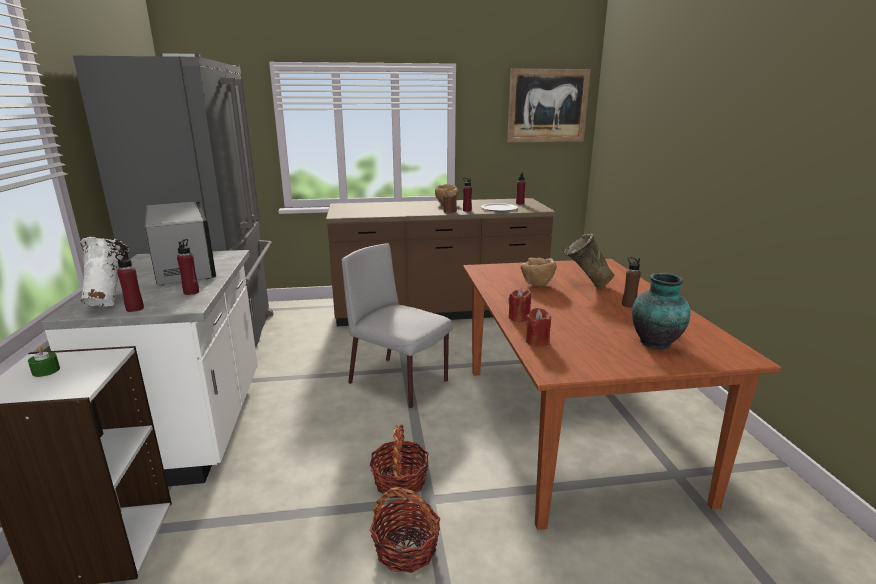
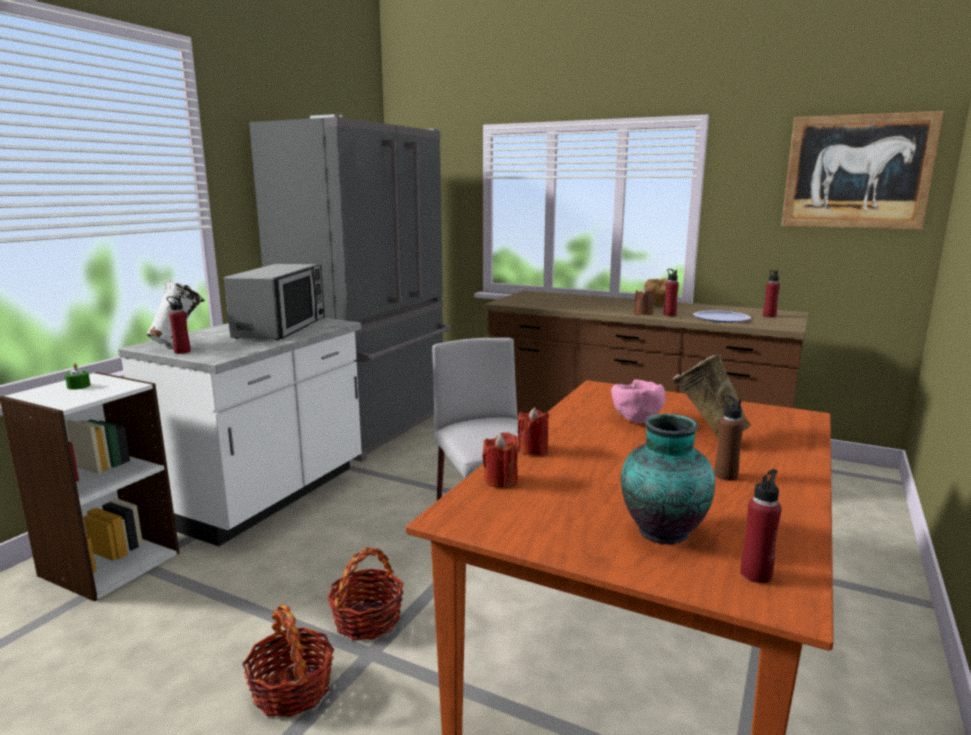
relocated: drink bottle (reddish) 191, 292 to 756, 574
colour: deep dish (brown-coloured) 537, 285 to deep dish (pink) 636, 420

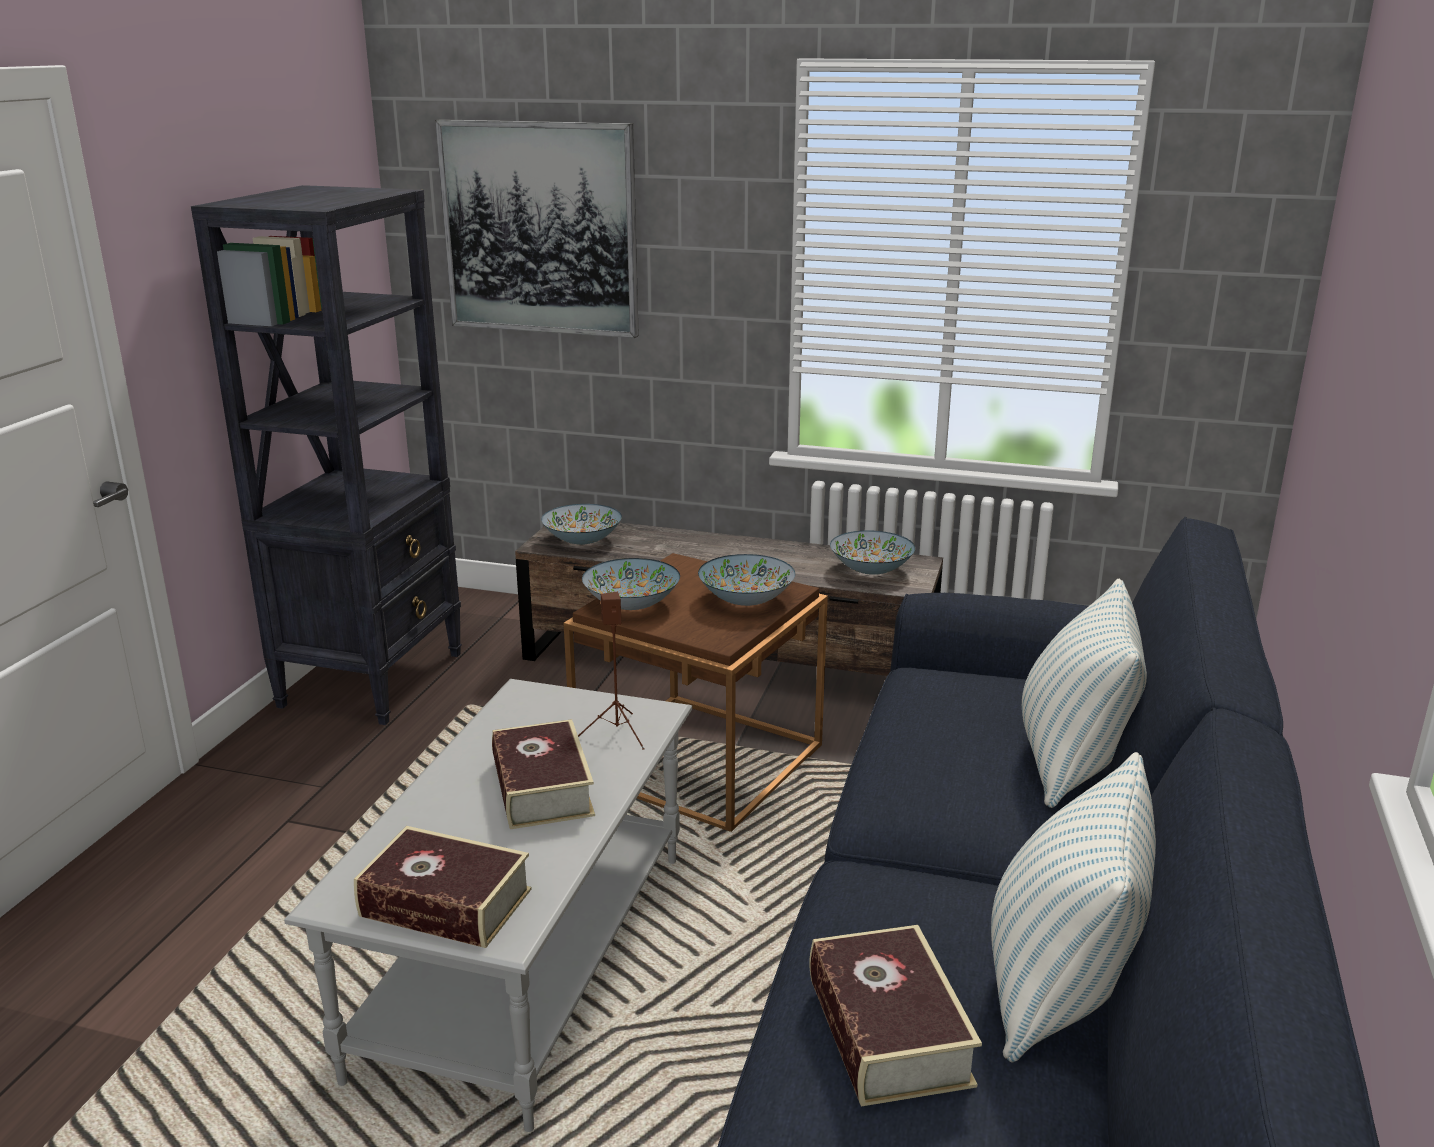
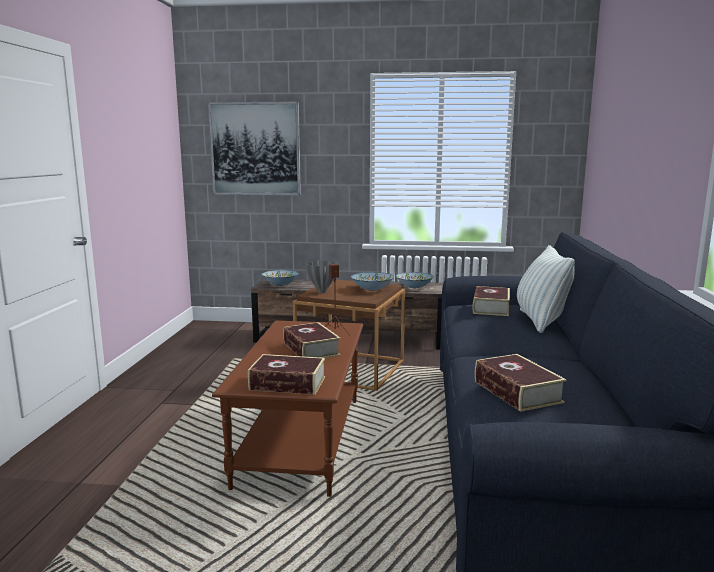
missing: bookcase (blackish) 373, 679; cushion 1058, 988
appeared: bound book 491, 308
exchanged: deep dish 631, 604 to flower vase (gray) 322, 292
colour: low table (gray) 529, 962 to low table (brown-coloured) 302, 440

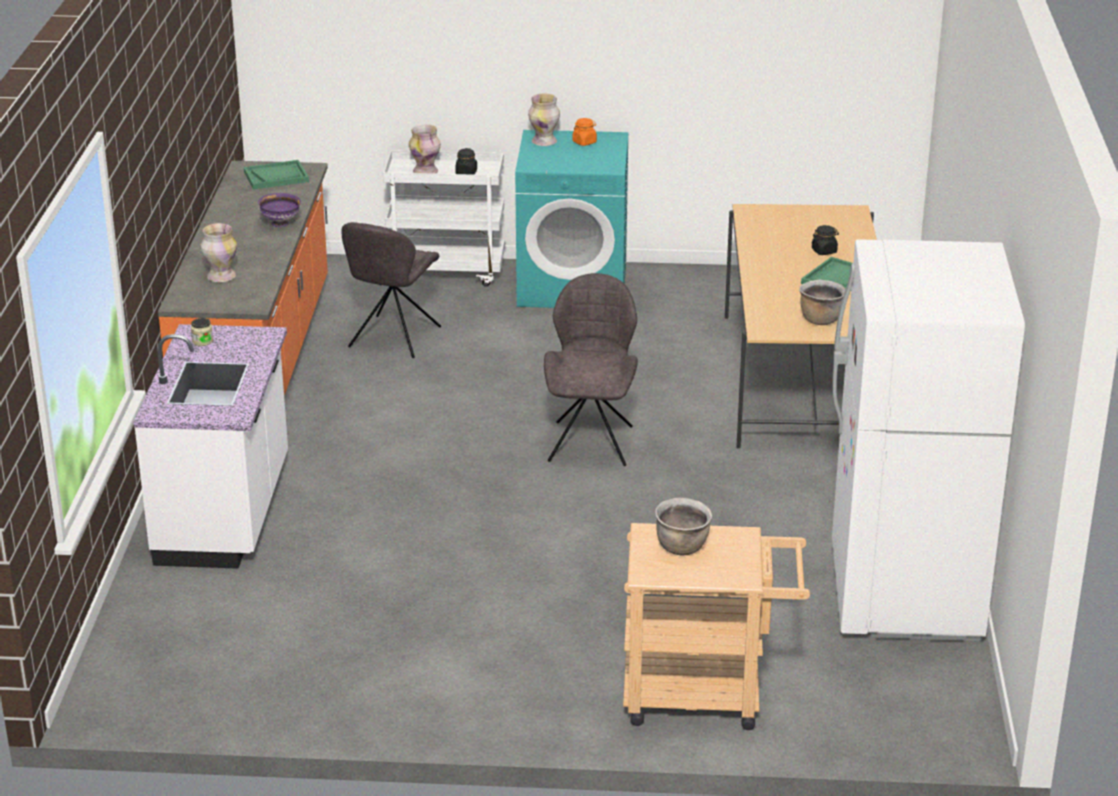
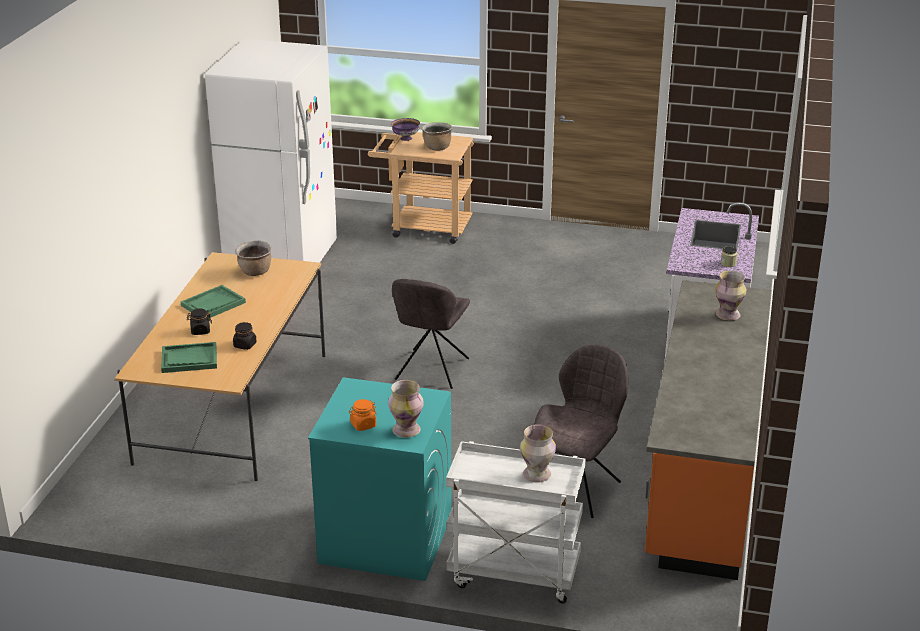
relocated: tray (green) 276, 177 to 189, 359; deep dish (purple) 281, 223 to 405, 138; storage jar (blackish) 466, 173 to 245, 345

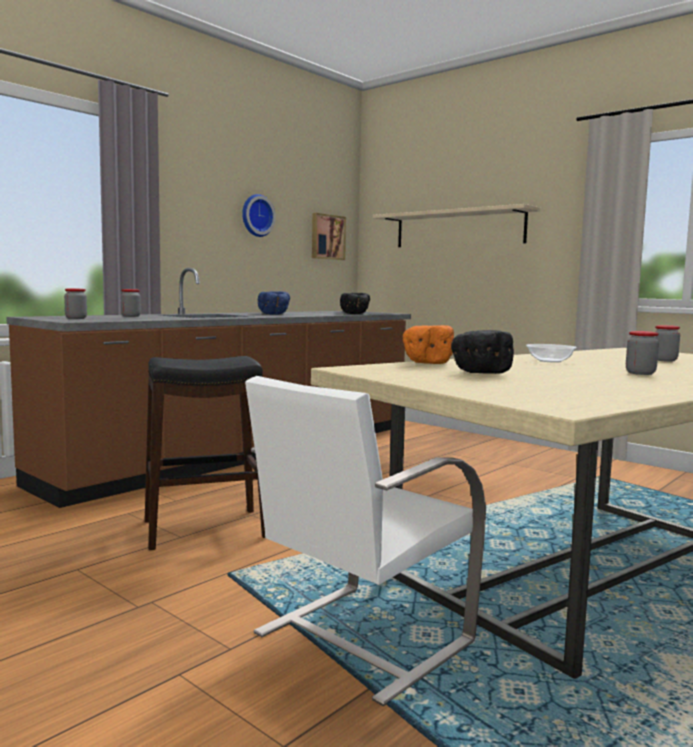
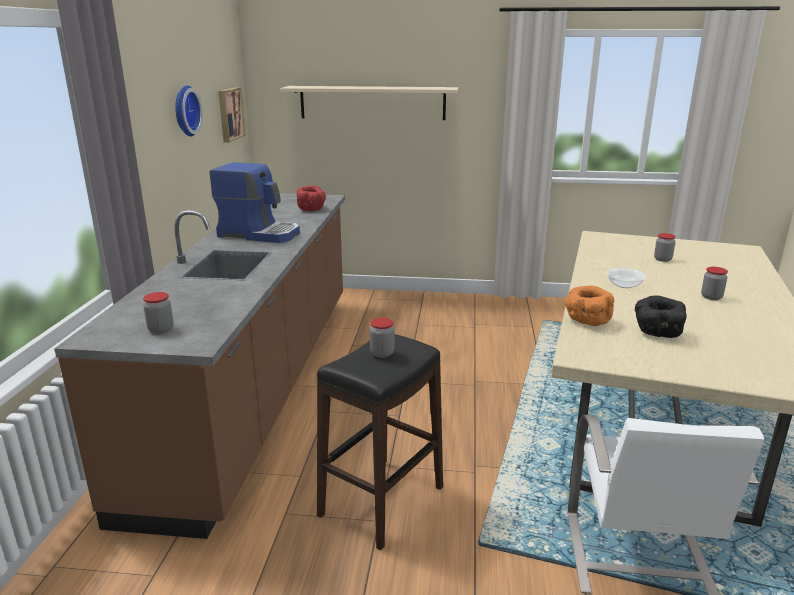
relocated: storage jar 131, 316 to 382, 353
exchanged: deep dish (blue-coloured) 275, 314 to coffee machine 259, 234
colour: deep dish (blackish) 355, 313 to deep dish (reddish) 311, 209

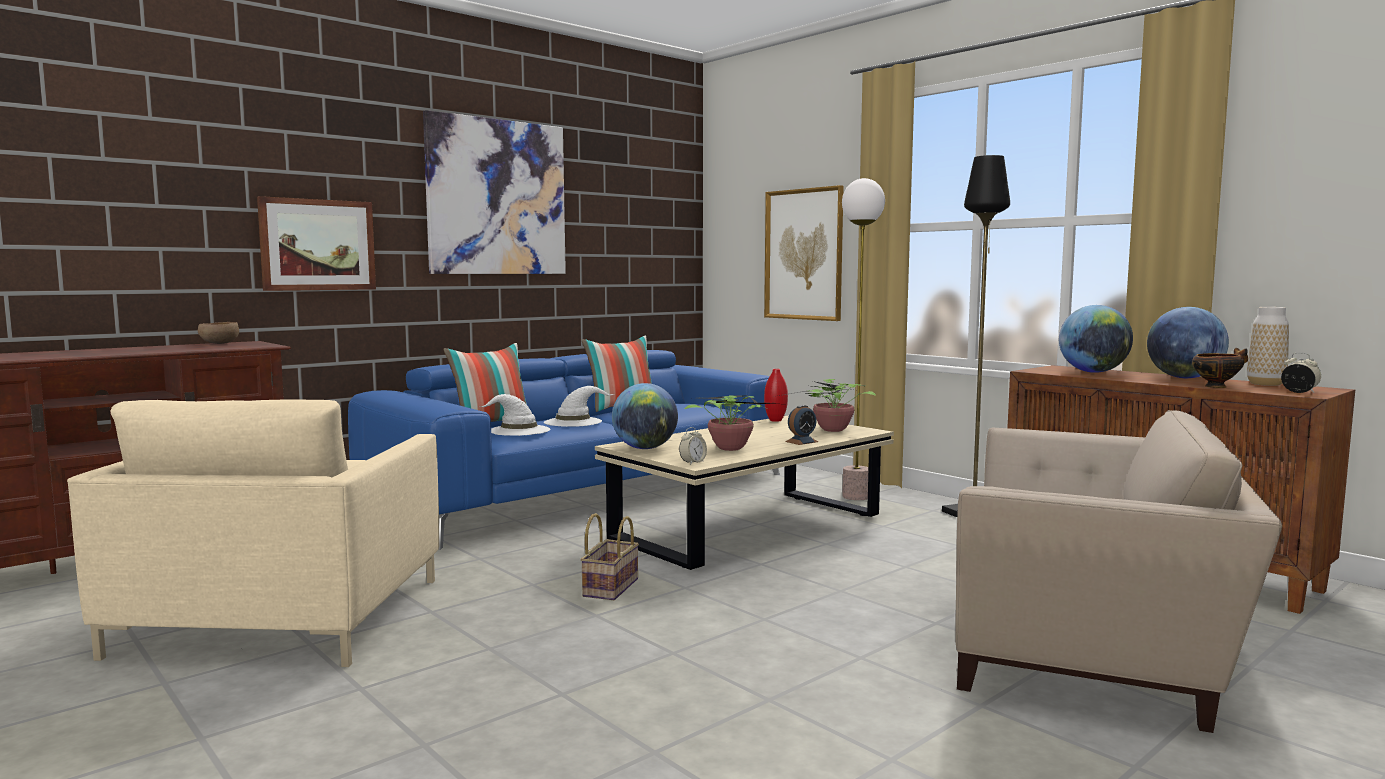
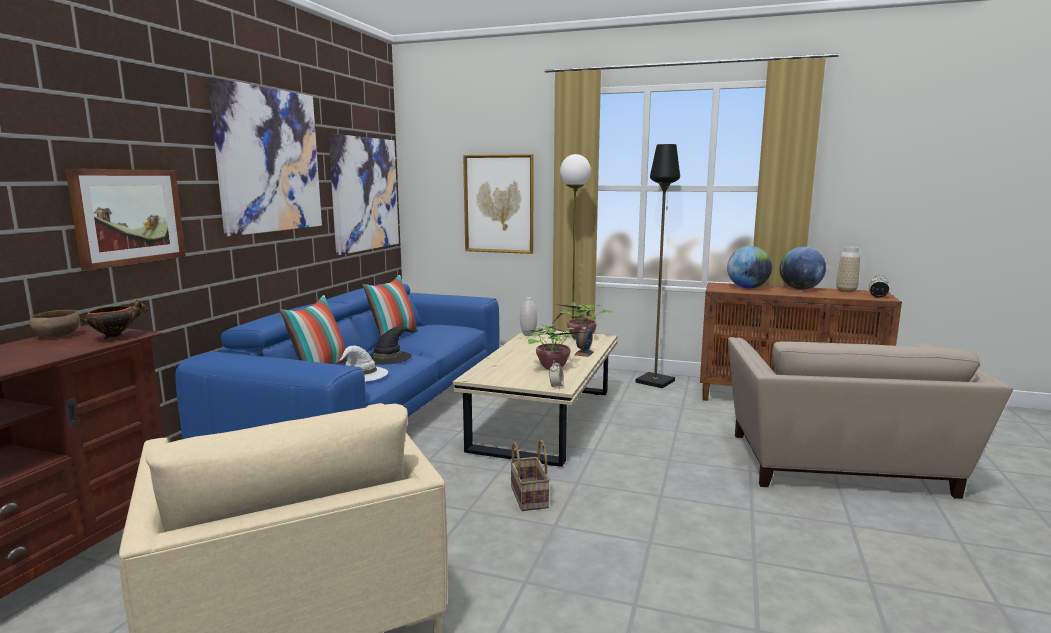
missing: globe 645, 448
appeared: wall art 365, 194
relocated: deep dish 1217, 386 to 116, 337
colour: hat (white) 574, 421 to hat (blackish) 387, 357; flower vase (reddish) 775, 420 to flower vase (white) 528, 335
spun: easy chair (beige) 1090, 647 = 838, 467 105 degrees clockwise

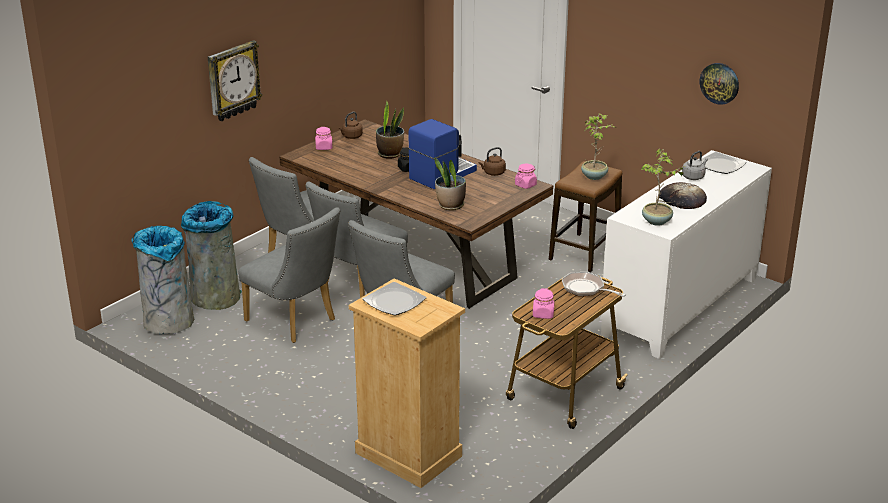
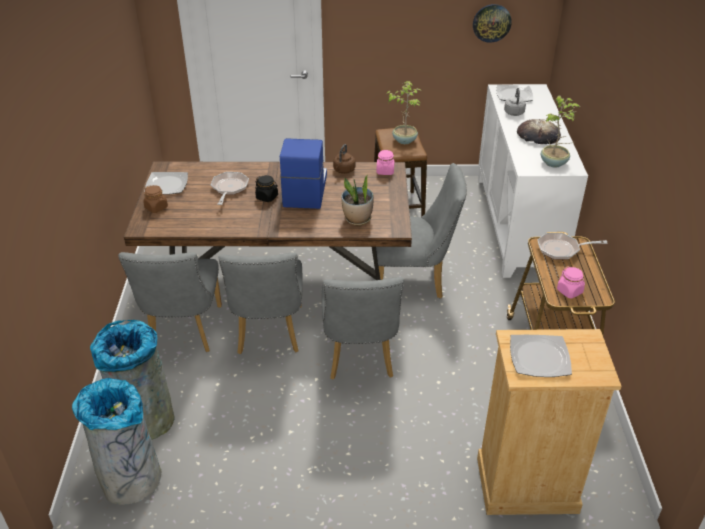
missing: hanging clock 233, 81
relocated: plain chair (gray) 295, 322 to 414, 281
exchanged: tea kettle (brown-coloured) 351, 137 to flat dish 167, 185; houseplant 390, 154 to frying pan 229, 188
colour: storage jar (pink) 324, 147 to storage jar (brown-coloured) 156, 207

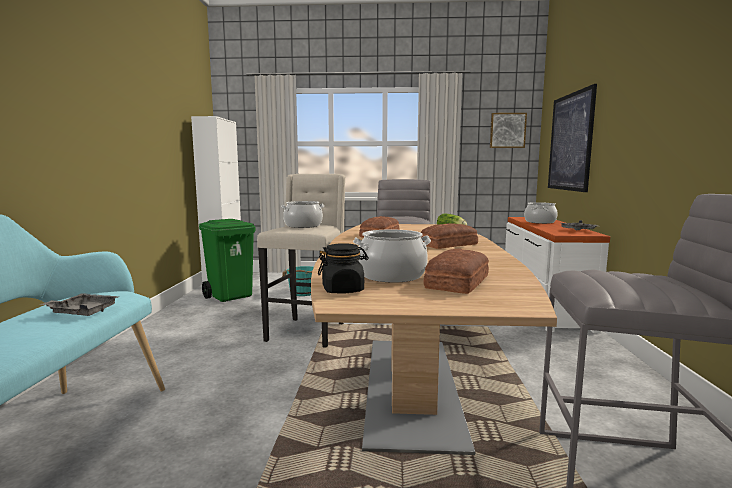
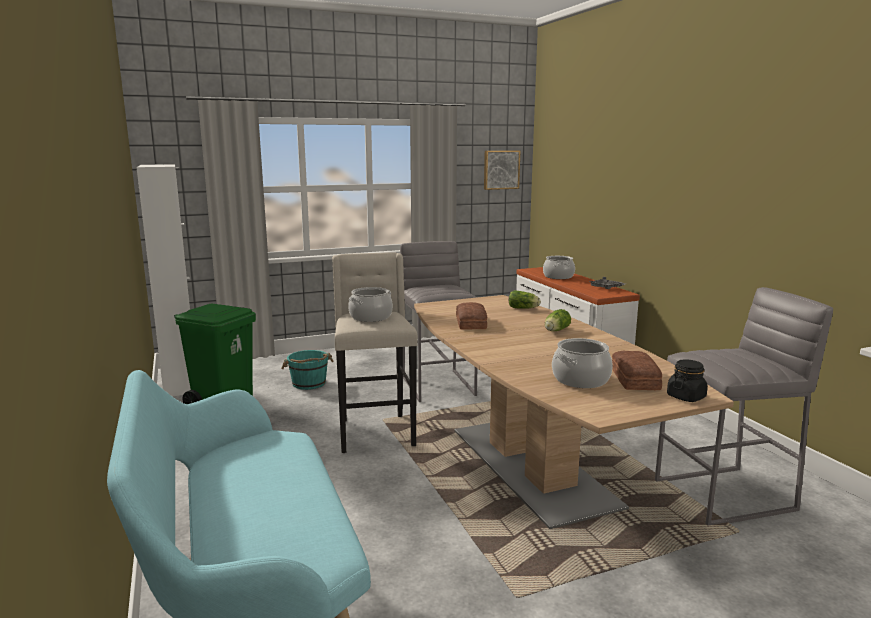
missing: tray (gray) 82, 312; wall art 570, 142
relocated: storage jar (blackish) 343, 290 to 686, 397
exchanged: bakery bread 449, 244 to lettuce 555, 330

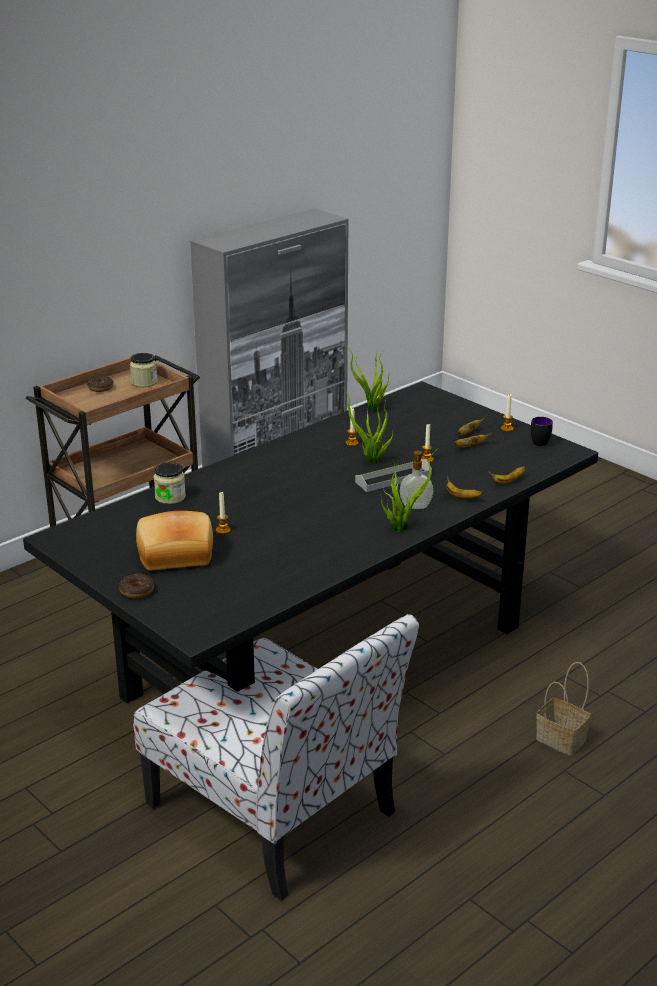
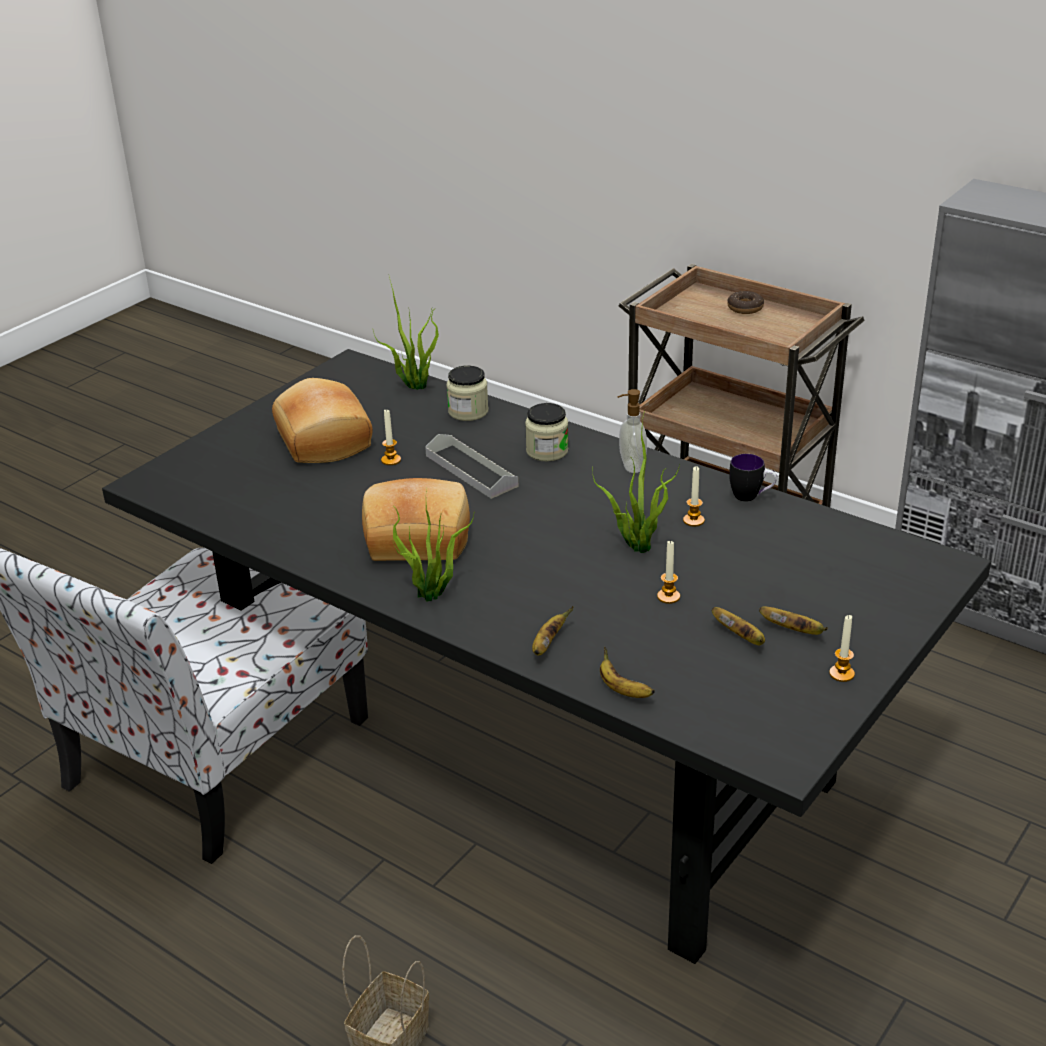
missing: donut 137, 591
appeared: bakery bread 418, 538
relocated: storage jar 144, 382 to 547, 451; houseplant 372, 408 to 414, 386; tray (gray) 393, 478 to 471, 470; liquid soap bottle 415, 507 to 631, 466; mug 541, 442 to 751, 497

